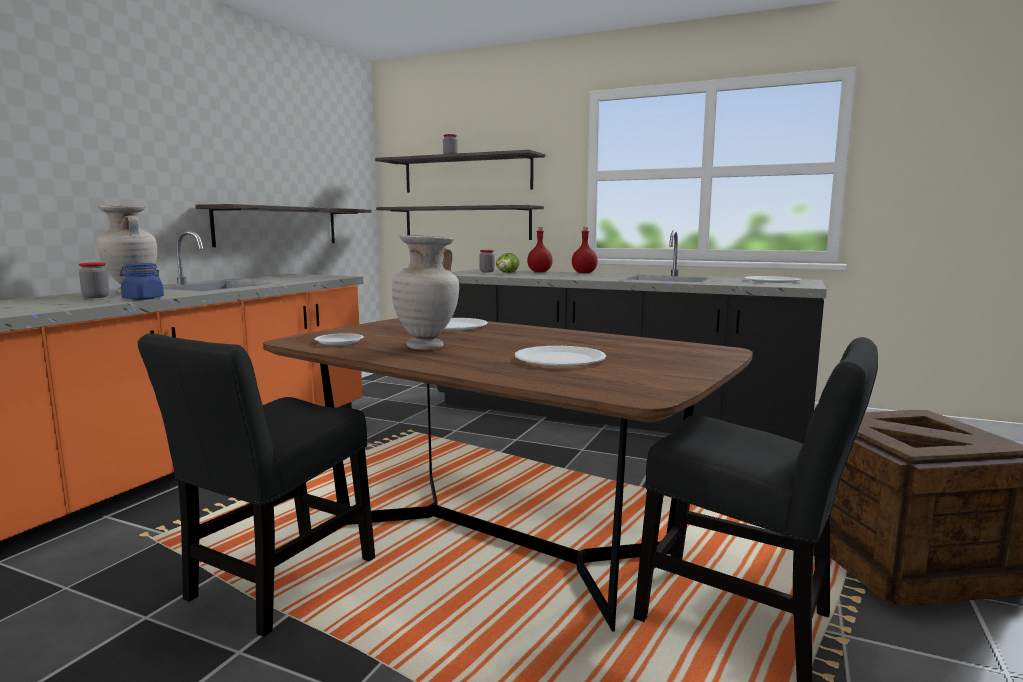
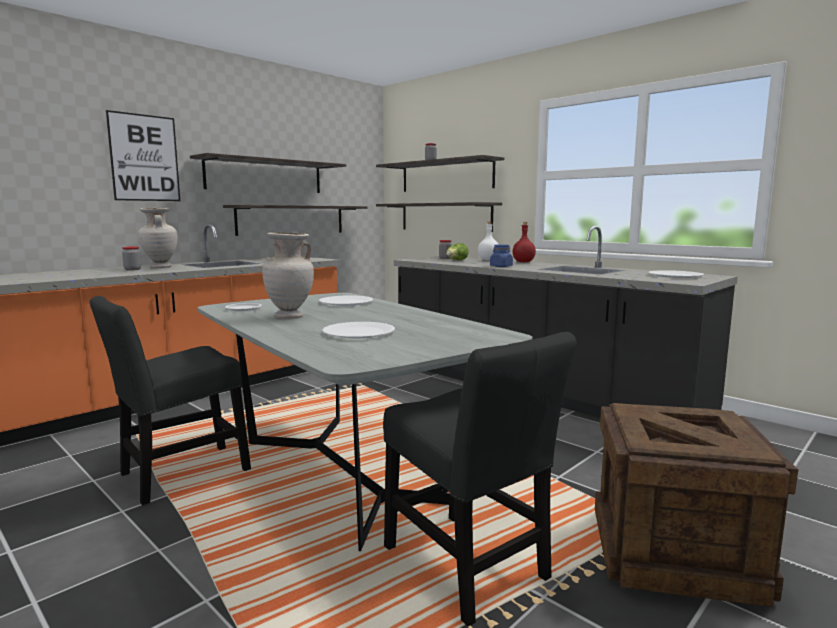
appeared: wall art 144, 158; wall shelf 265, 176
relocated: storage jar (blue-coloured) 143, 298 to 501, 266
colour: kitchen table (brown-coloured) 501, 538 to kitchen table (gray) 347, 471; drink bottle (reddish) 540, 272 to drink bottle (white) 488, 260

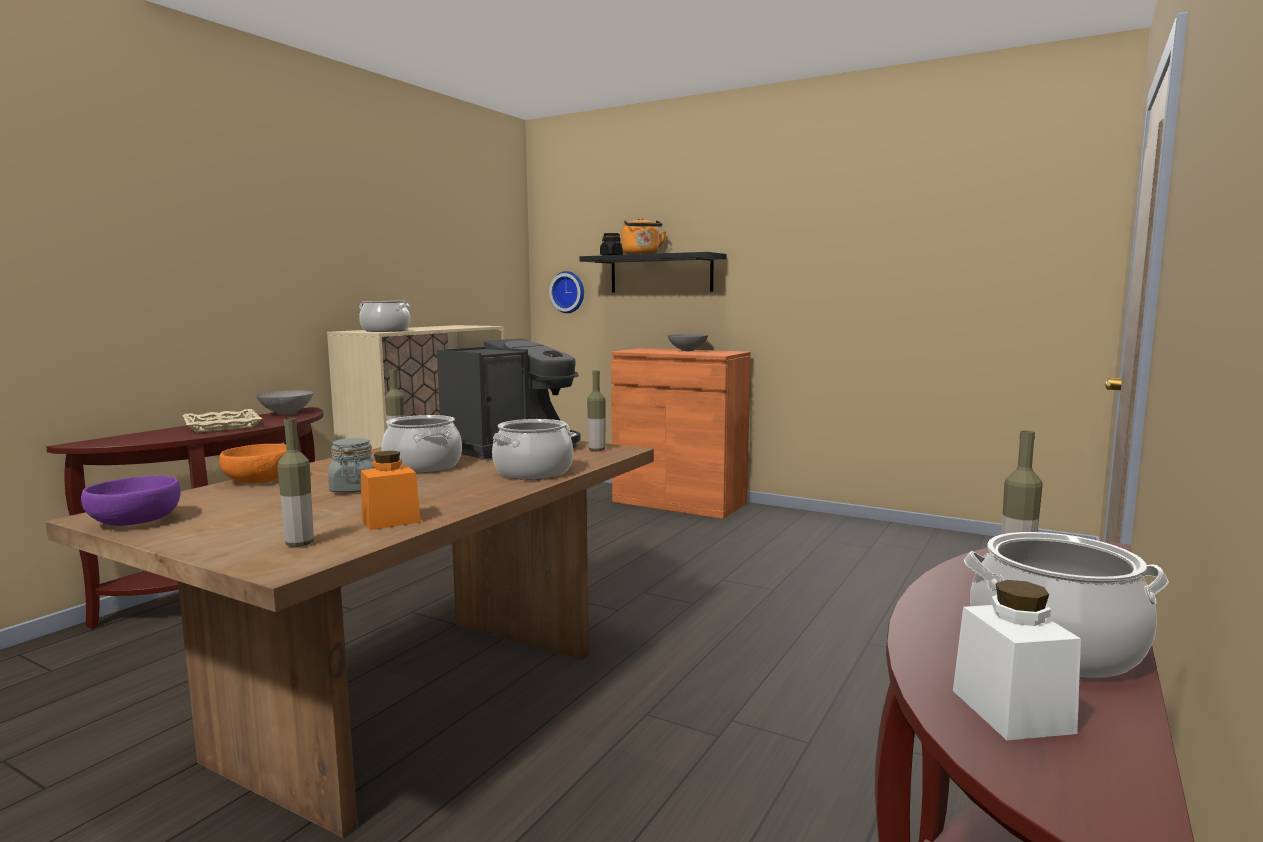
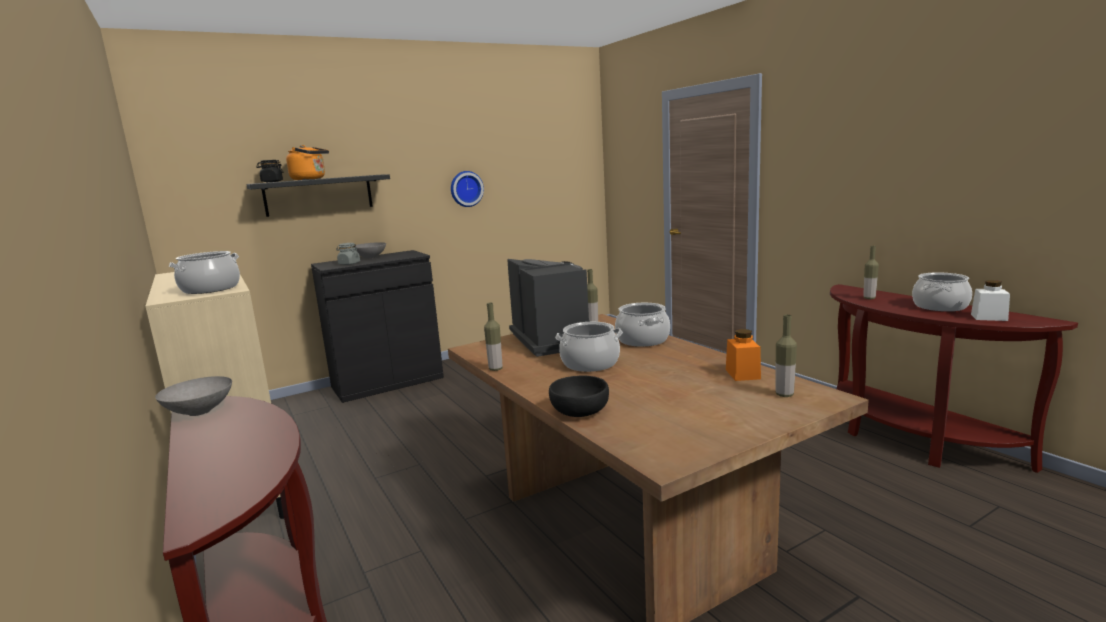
missing: deep dish (purple) 136, 521; tray (beige) 223, 426
relocated: storage jar (gray) 354, 489 to 349, 264; hanging clock 568, 292 to 466, 189
colour: deep dish (orange) 260, 480 to deep dish (blackish) 579, 411; cabinet (orange) 679, 502 to cabinet (blackish) 387, 382

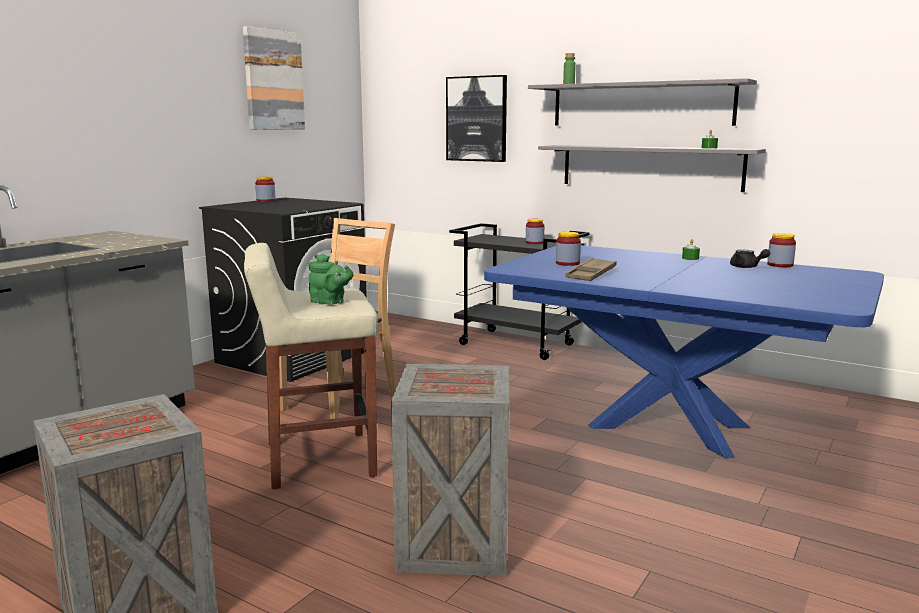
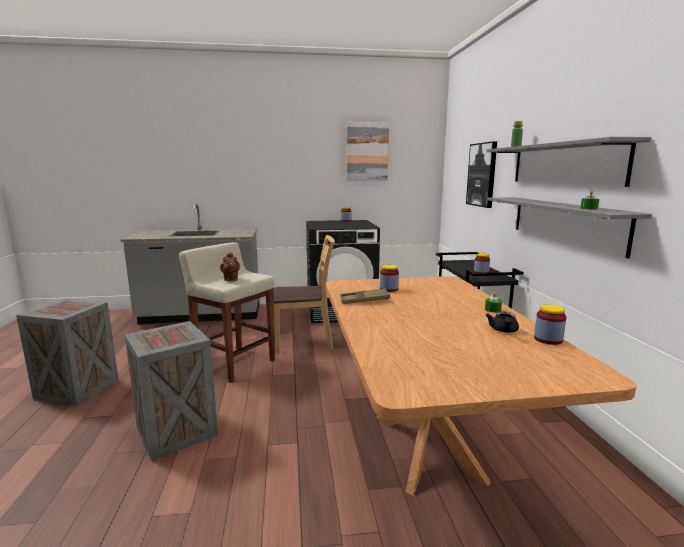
colour: teapot (green) 330, 302 to teapot (brown-coloured) 230, 280; kitchen table (blue-coloured) 669, 427 to kitchen table (brown-coloured) 426, 447

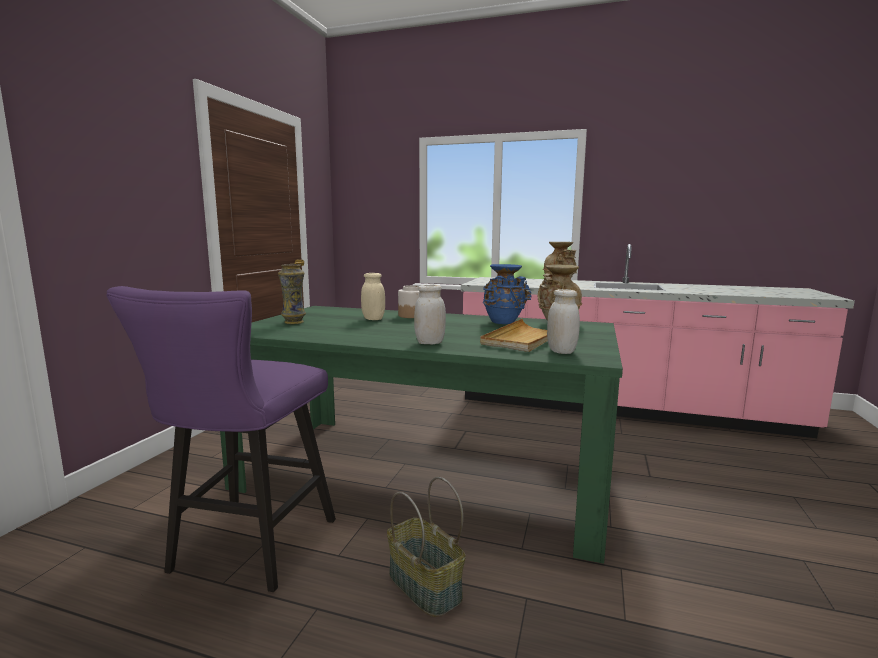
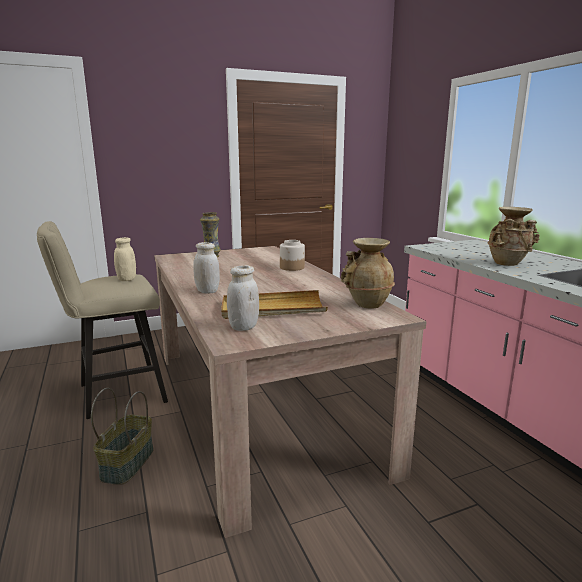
missing: flower vase (blue-coloured) 504, 322
relocated: storage jar (beige) 373, 319 to 126, 279
colour: stool (purple) 247, 551 to stool (beige) 115, 394; kitchen table (green) 424, 474 to kitchen table (beige) 258, 405

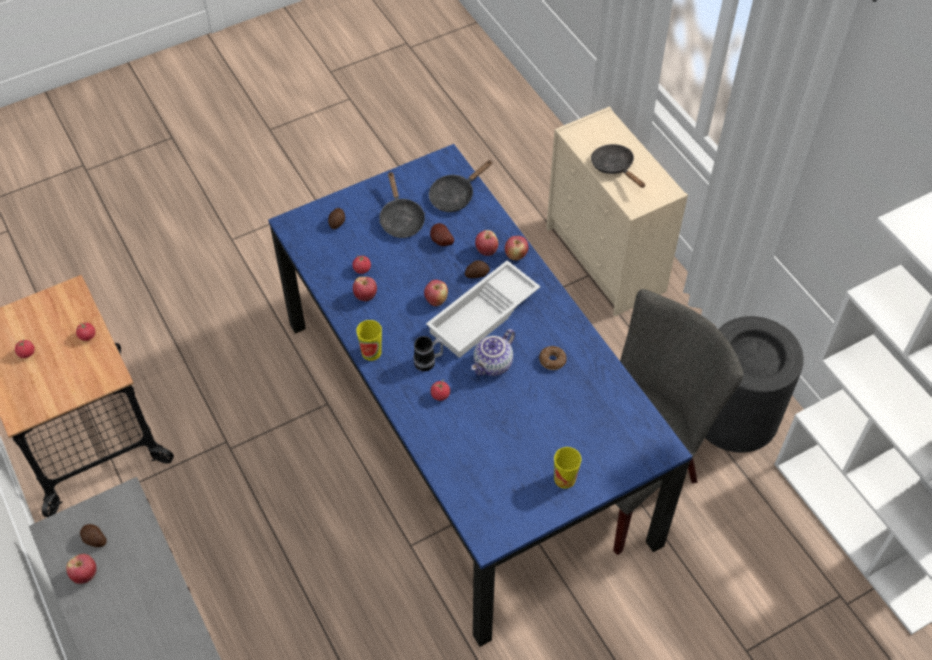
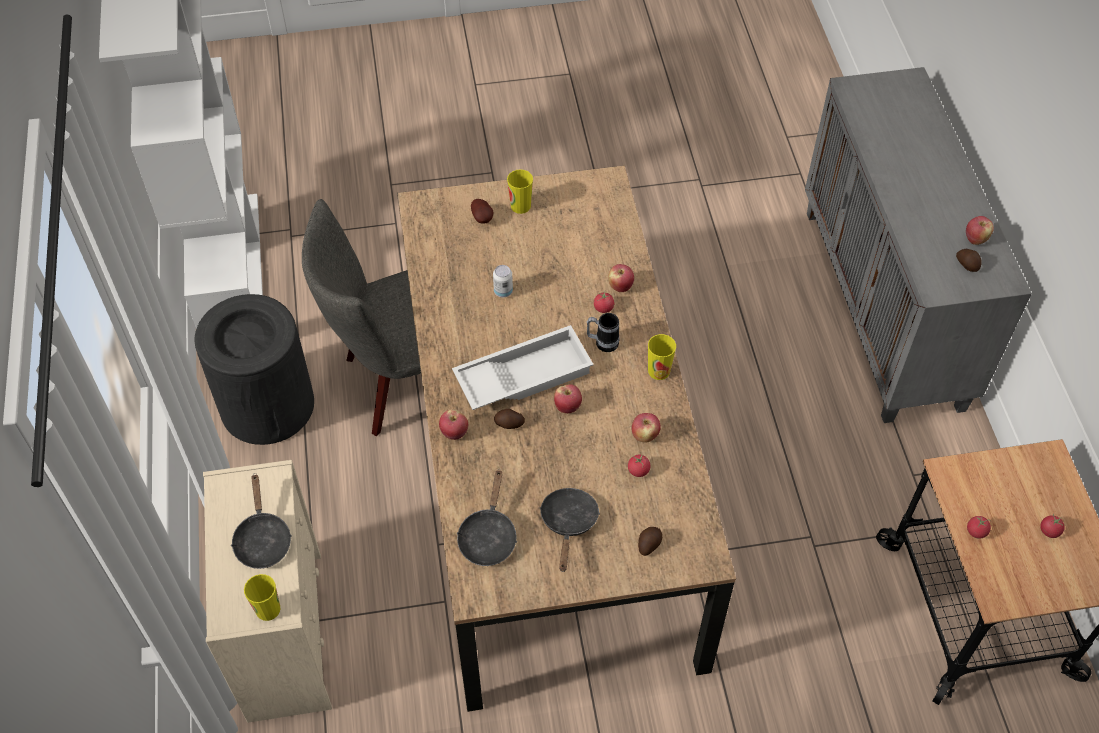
missing: teapot 493, 365; donut 552, 360
appeared: small cup 268, 609; metal can 503, 291
relocated: whole potato 441, 242 to 483, 218; apple fruit 486, 251 to 620, 286
colour: kitchen table (blue-coloured) 467, 430 to kitchen table (brown-coloured) 548, 476
spun: frying pan (blackish) 455, 196 = 488, 536 120 degrees clockwise

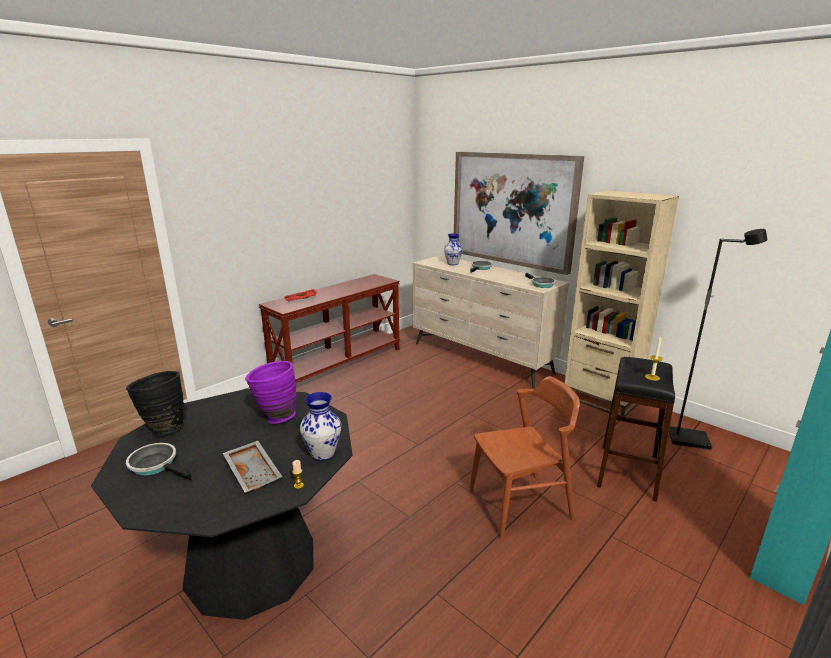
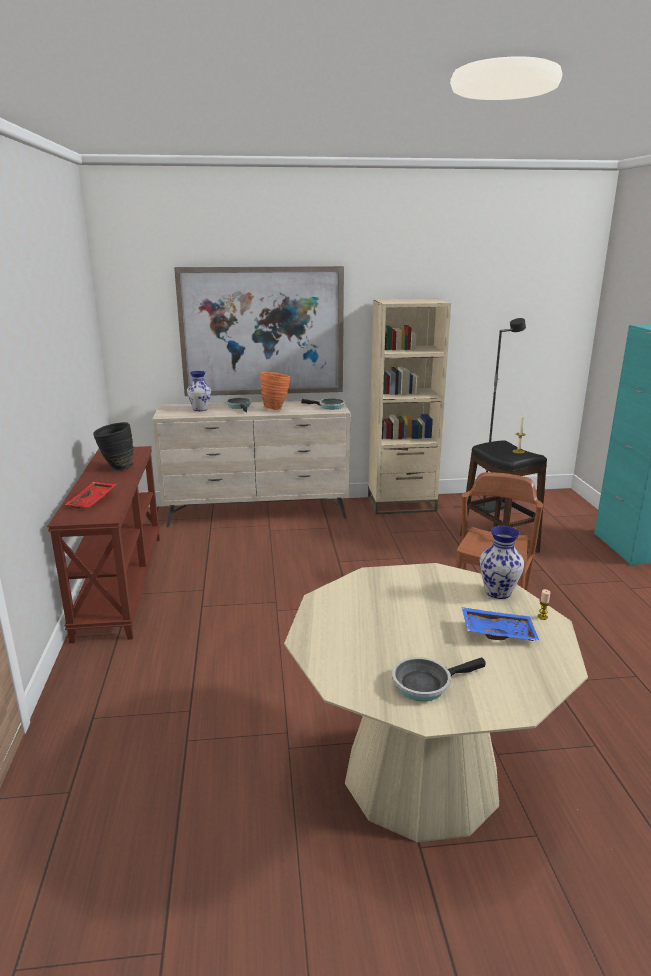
missing: flower vase (purple) 275, 417
appeared: flower vase (orange) 276, 409
relocated: flower vase (blackish) 163, 428 to 116, 469
colour: kitchen table (blackish) 251, 563 to kitchen table (beige) 421, 775; tray (gray) 254, 472 to tray (blue-coloured) 498, 632

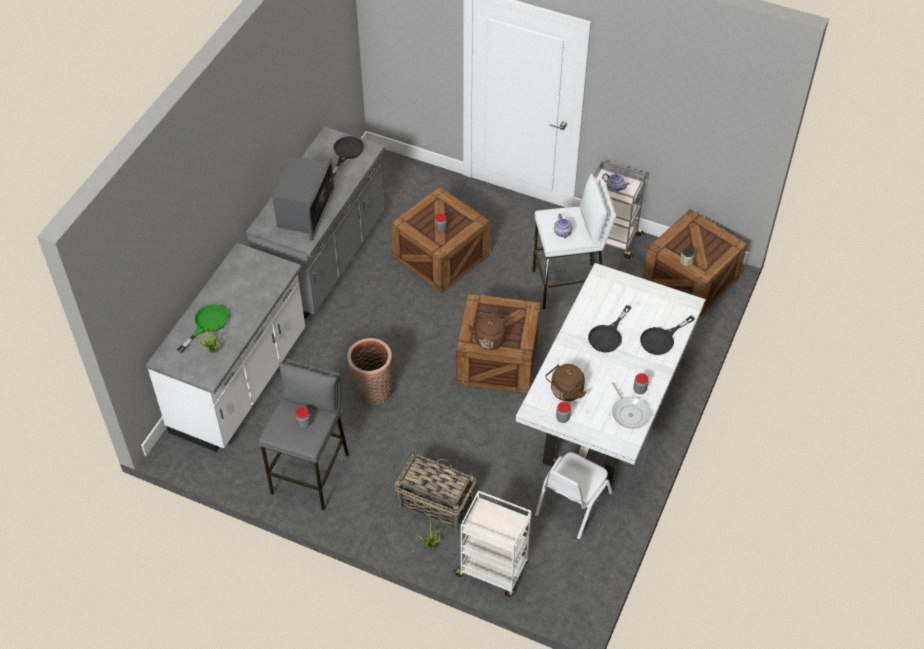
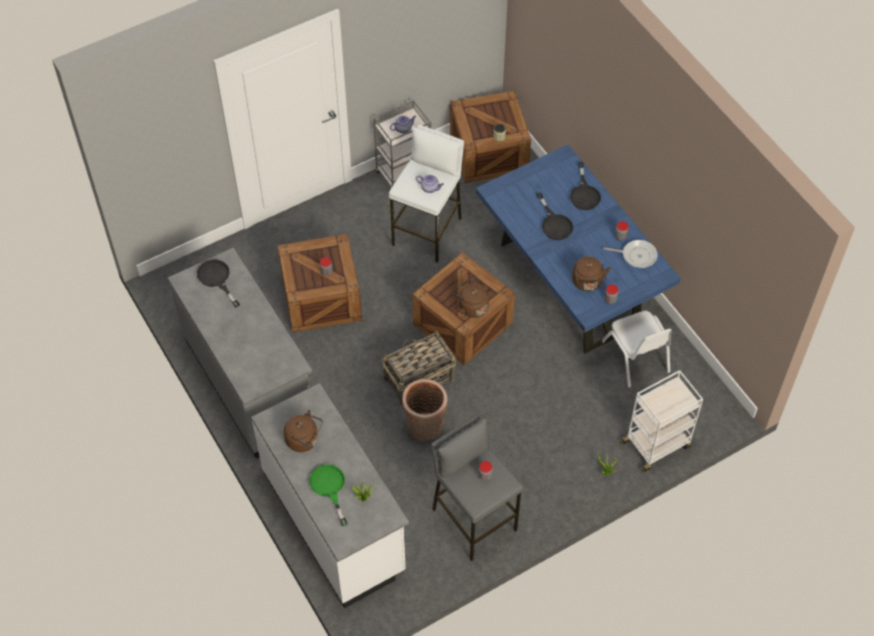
missing: kitchen microwave 305, 210
appeared: tea kettle (brown-coloured) 304, 440
relocated: storage basket 435, 503 to 418, 379
colour: kitchen table (white) 605, 413 to kitchen table (blue-coloured) 570, 285

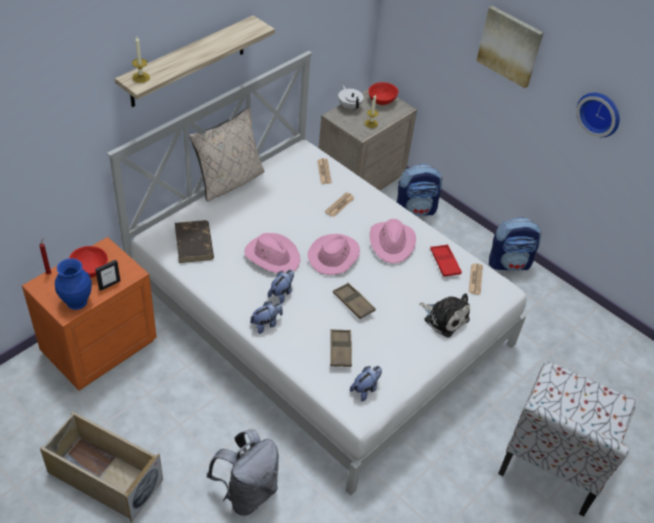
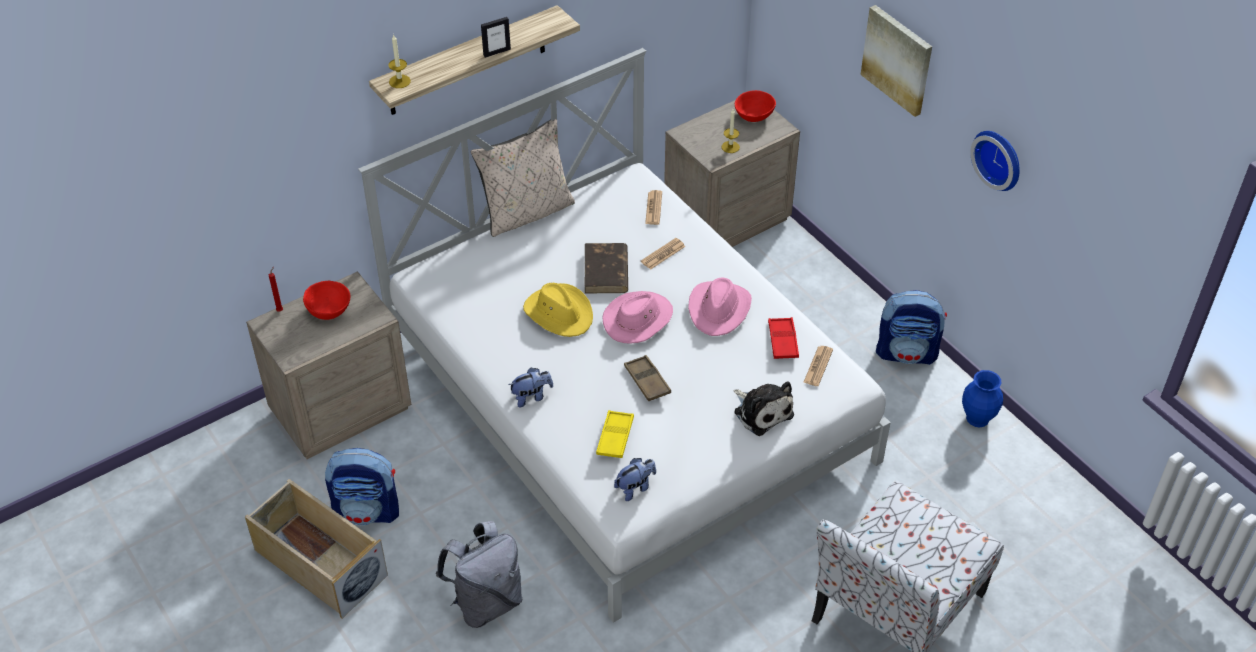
missing: plush toy 281, 293; teapot (white) 349, 106
relocated: flower vase (blue-coloured) 76, 301 to 977, 418; photo frame 109, 285 to 496, 52; bound book (brown-coloured) 194, 244 to 606, 271; rucksack 415, 210 to 368, 510
colour: nightstand (orange) 98, 346 to nightstand (beige) 340, 409; hat (pink) 272, 256 to hat (yellow) 559, 313; tray (brown-coloured) 340, 350 to tray (yellow) 615, 437

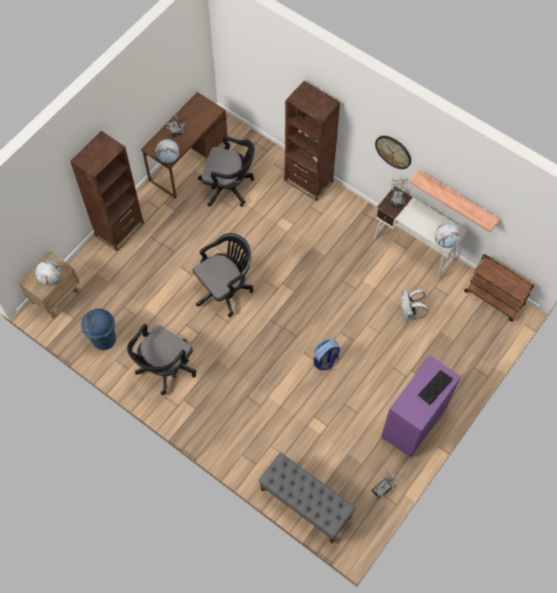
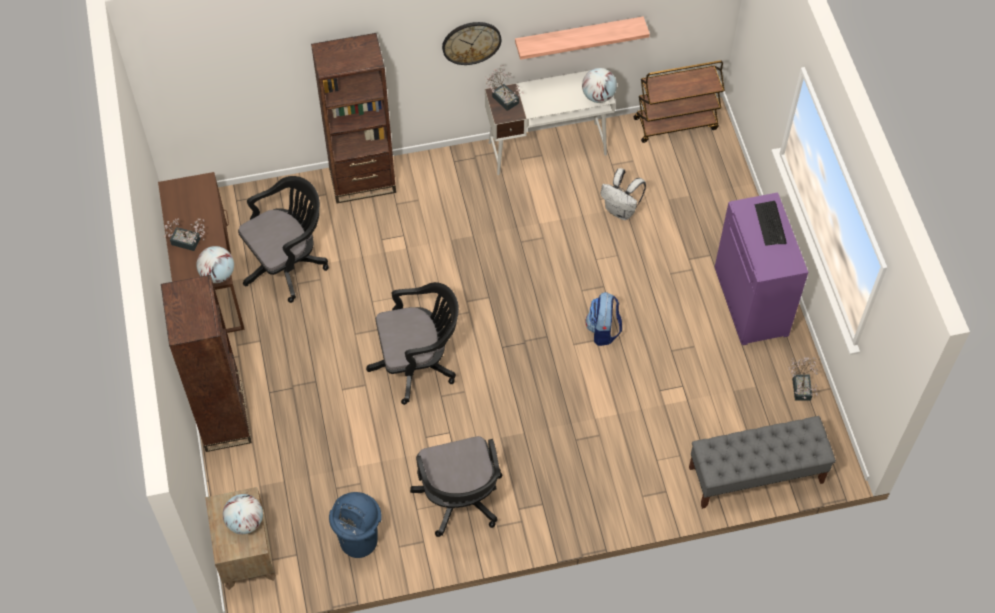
spun: computer chair (blackish) 225, 289 = 418, 363 75 degrees clockwise

